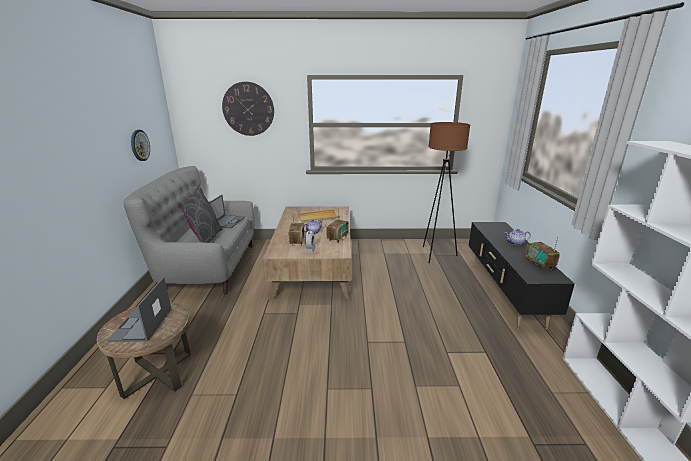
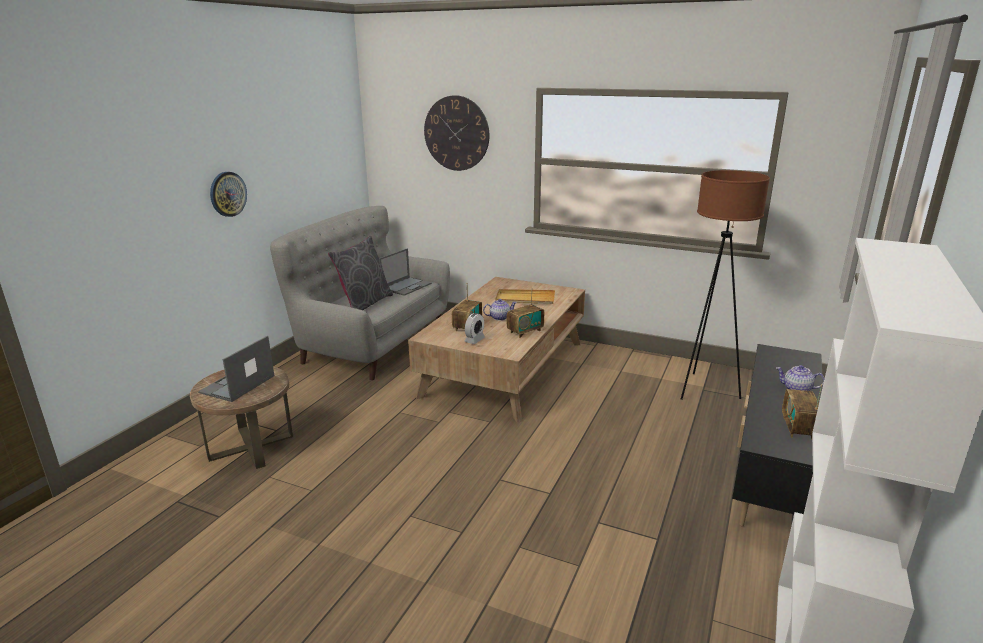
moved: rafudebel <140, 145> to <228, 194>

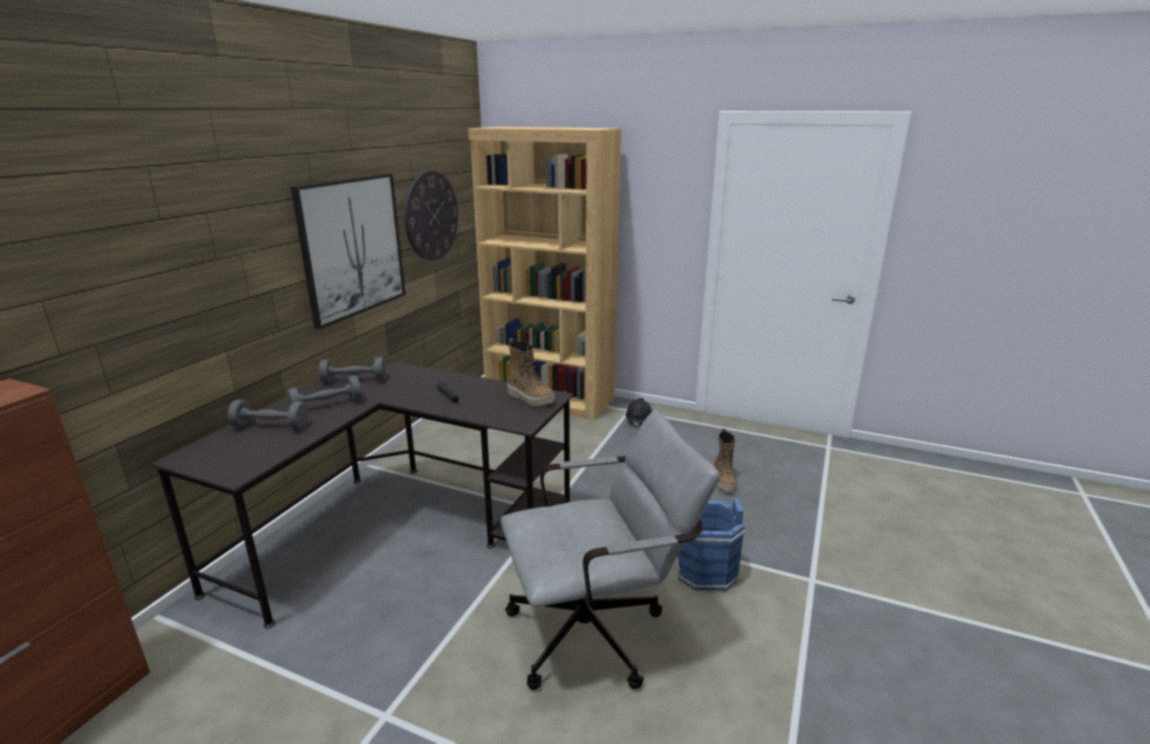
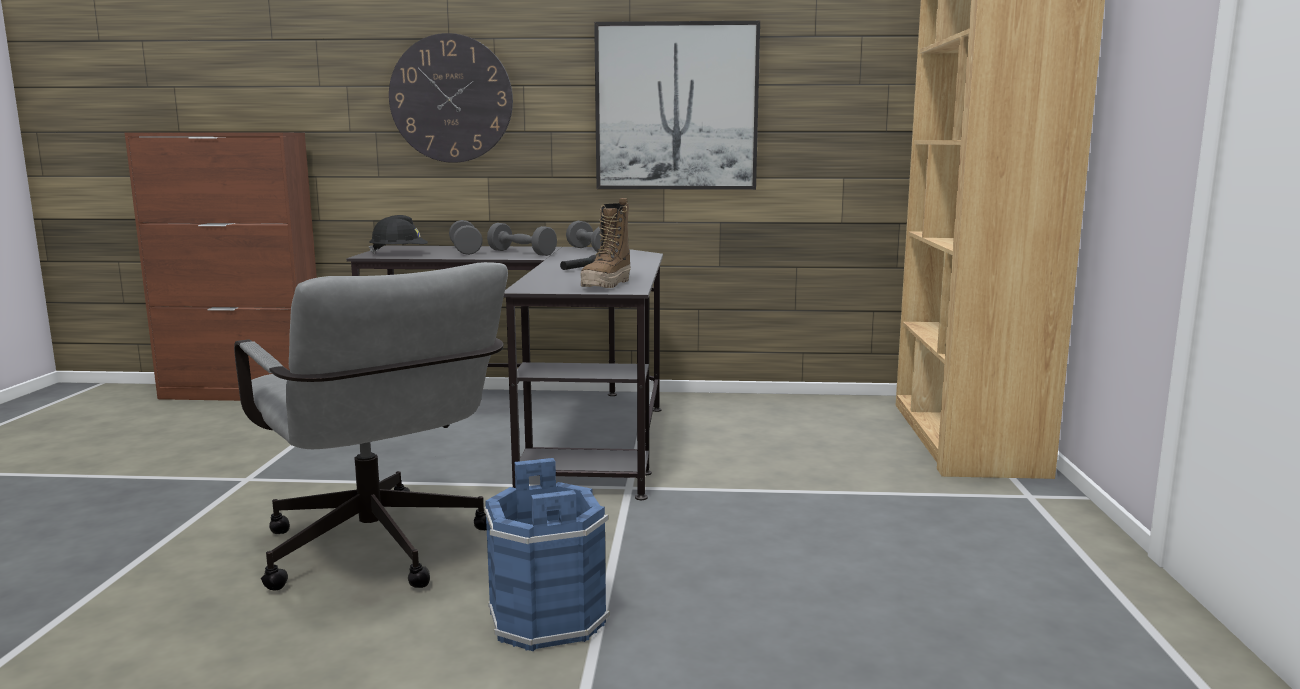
removed: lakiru <725, 460>
moved: rafudebel <431, 216> to <451, 98>; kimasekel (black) <638, 413> to <398, 234>

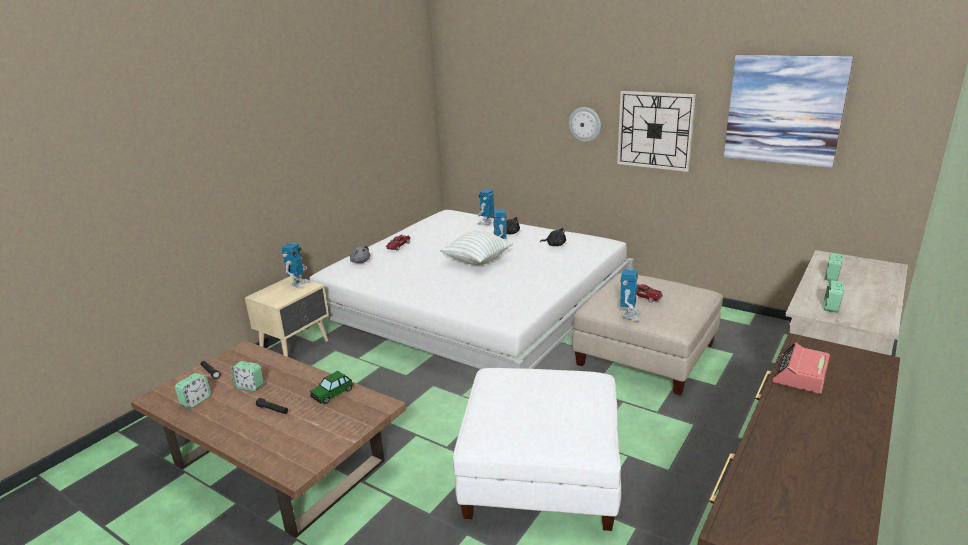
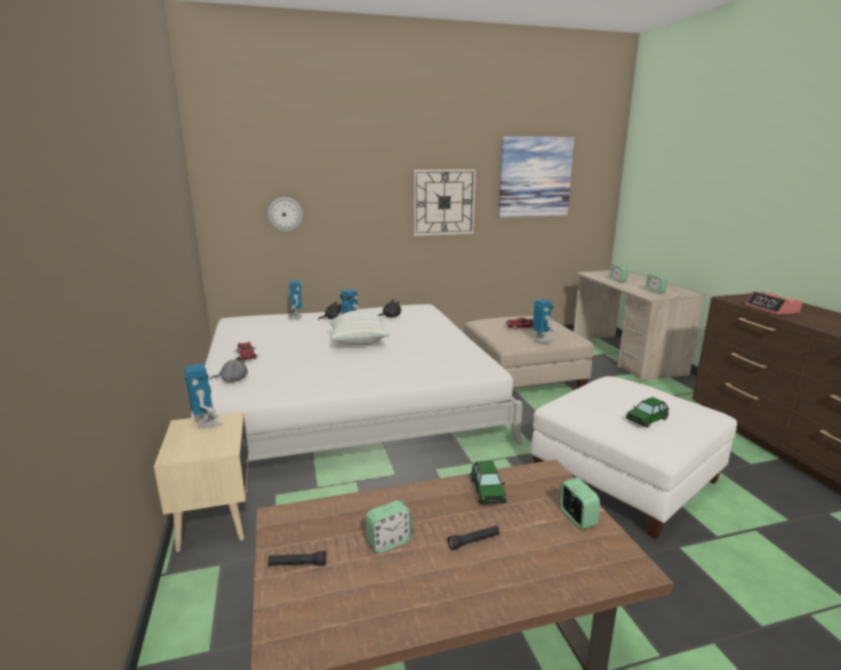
added: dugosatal <647, 412>
moved: rafudebel <585, 124> to <285, 214>; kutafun <193, 390> to <579, 504>

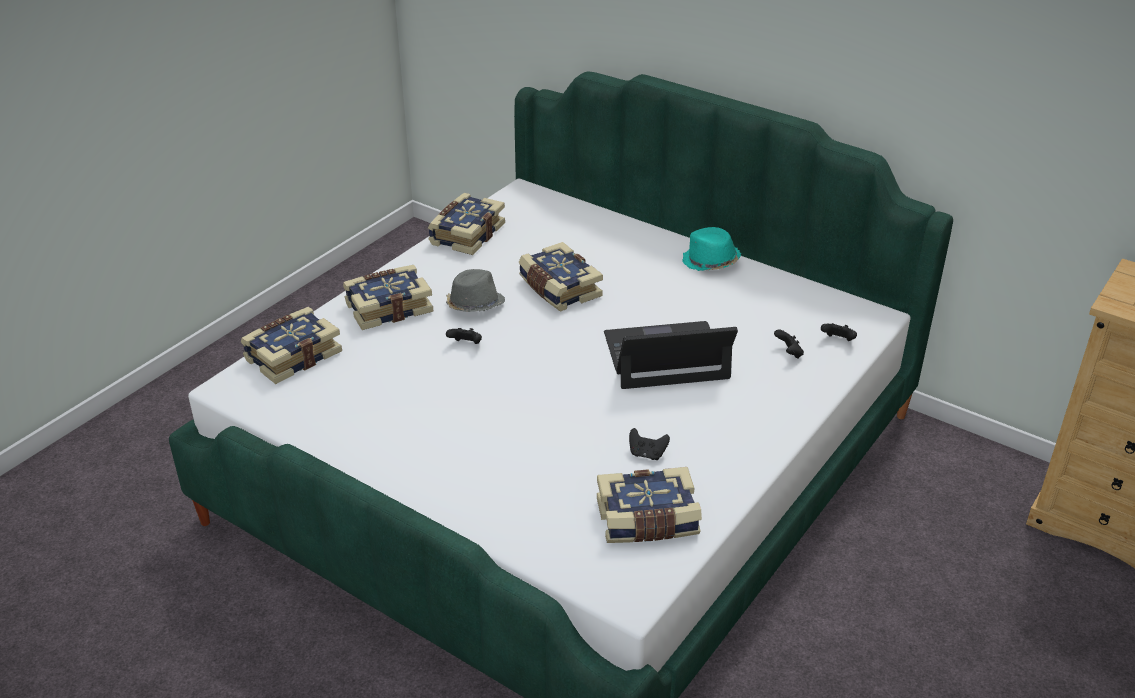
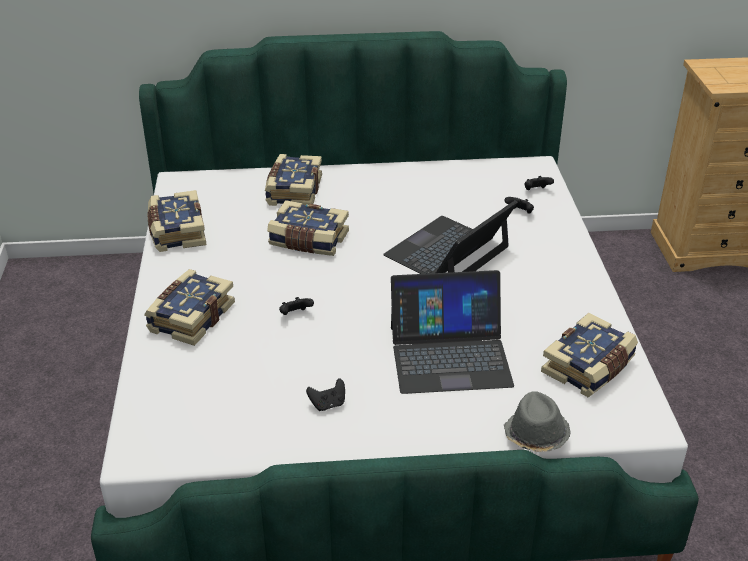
removed: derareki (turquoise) <711, 249>
added: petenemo <452, 332>
moved: derareki (grey) <475, 290> to <537, 421>; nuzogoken <291, 345> to <293, 180>; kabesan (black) <649, 444> to <325, 394>

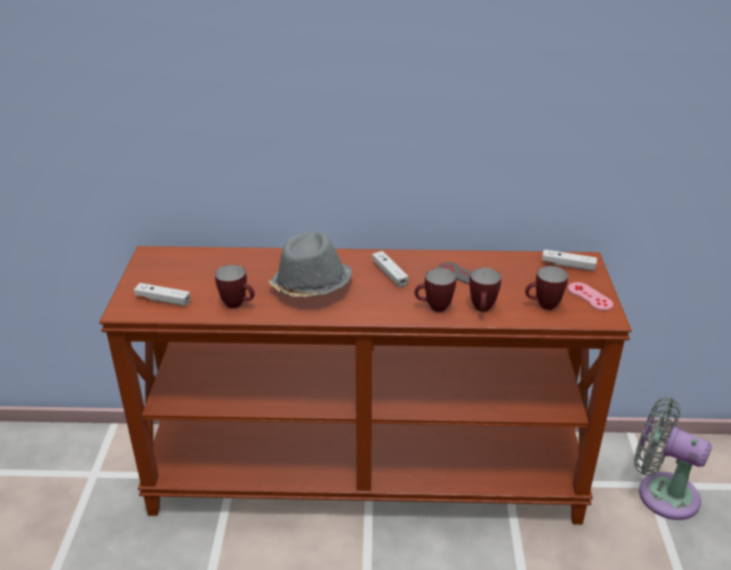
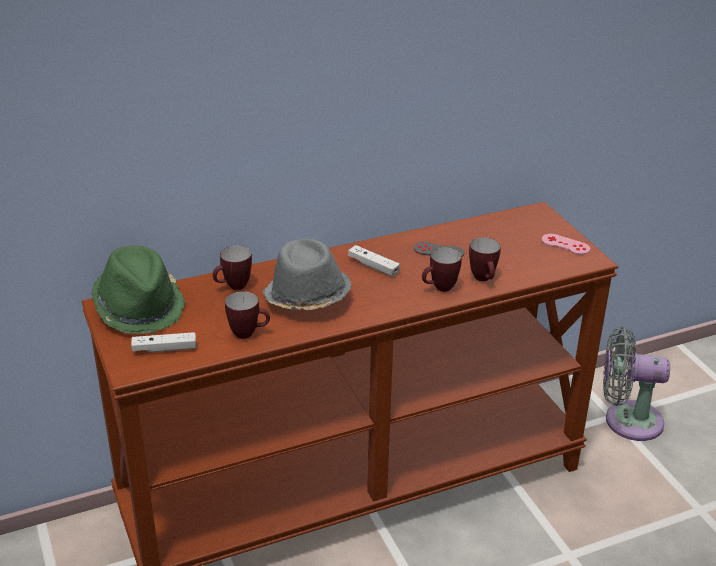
removed: kabesan (white) <569, 260>
added: derareki (green) <139, 289>
moved: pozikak <546, 288> to <232, 267>

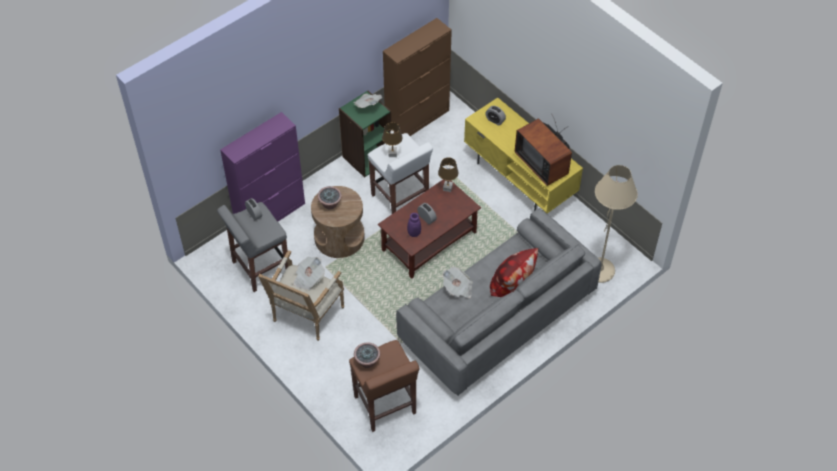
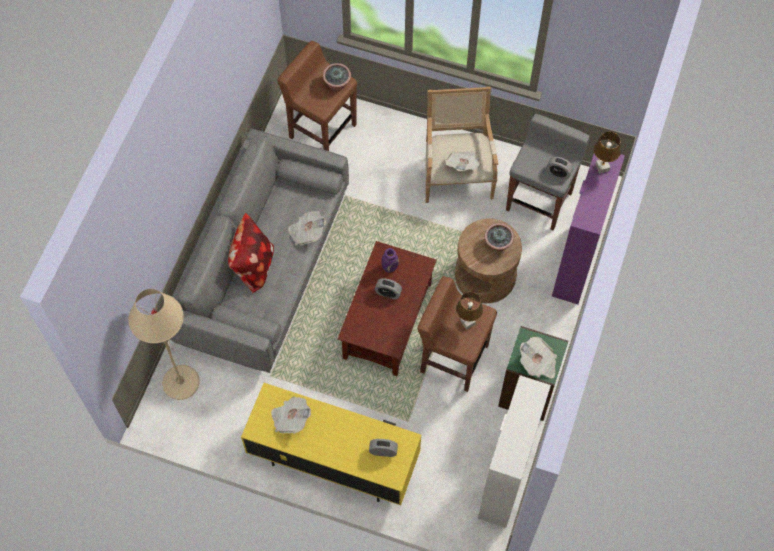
moved: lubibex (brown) <448, 174> to <607, 152>
replaced: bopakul <543, 149> to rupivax <291, 415>
recoloured: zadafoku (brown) <417, 77> to zadafoku (white) <514, 451>; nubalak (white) <400, 173> to nubalak (brown) <457, 334>

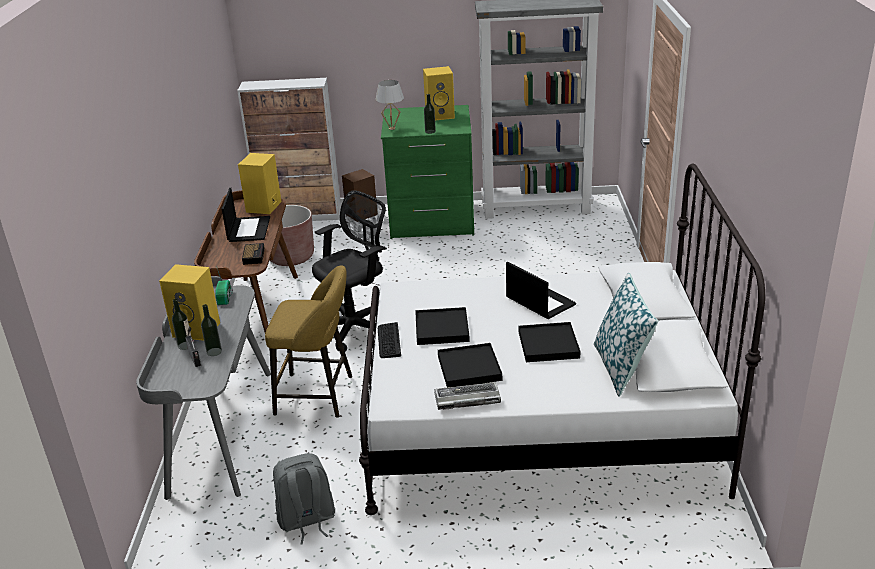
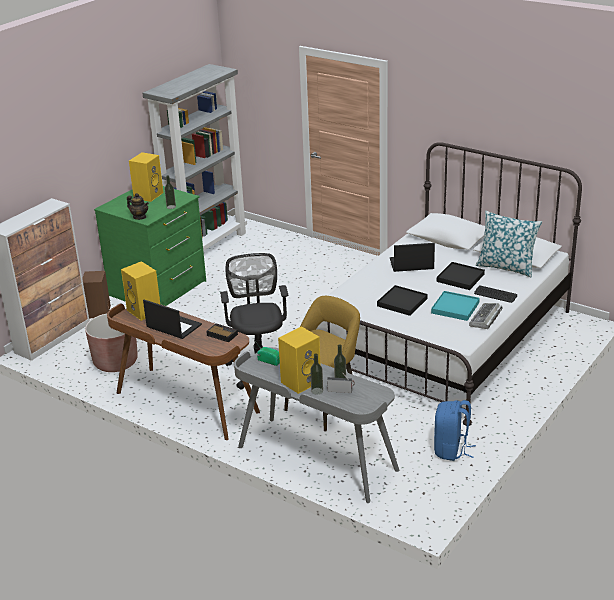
moved: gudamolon <389, 340> to <495, 294>
replaced: lubibex (white) <390, 105> to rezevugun <138, 206>
recoloured: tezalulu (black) <470, 365> to tezalulu (turquoise) <455, 306>; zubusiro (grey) <304, 499> to zubusiro (blue) <455, 430>

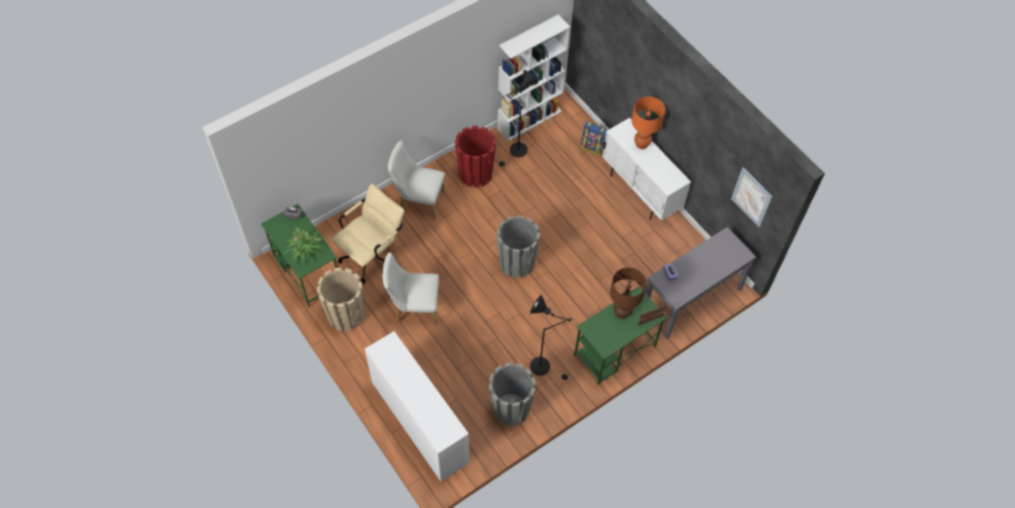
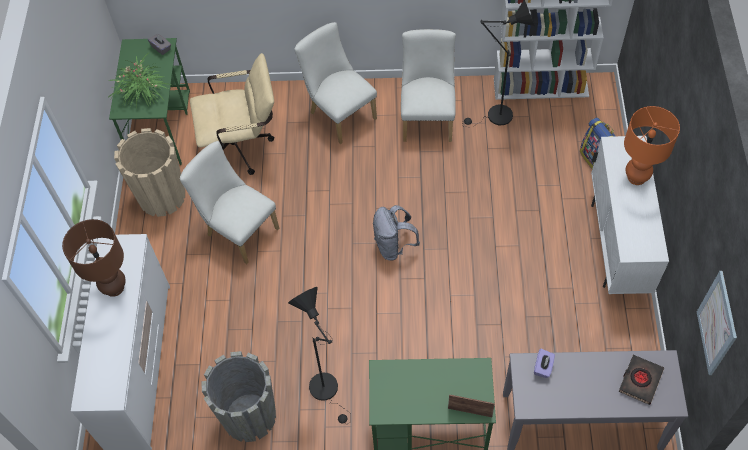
added: nuzogoken (black) <641, 380>
moved: lubibex (brown) <628, 293> to <94, 258>
replaced: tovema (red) <475, 157> to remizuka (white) <428, 85>; tovema (grey) <518, 246> to zubusiro (grey) <396, 232>

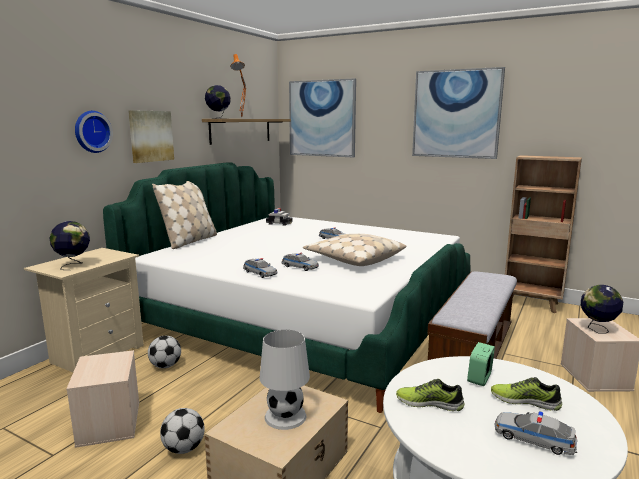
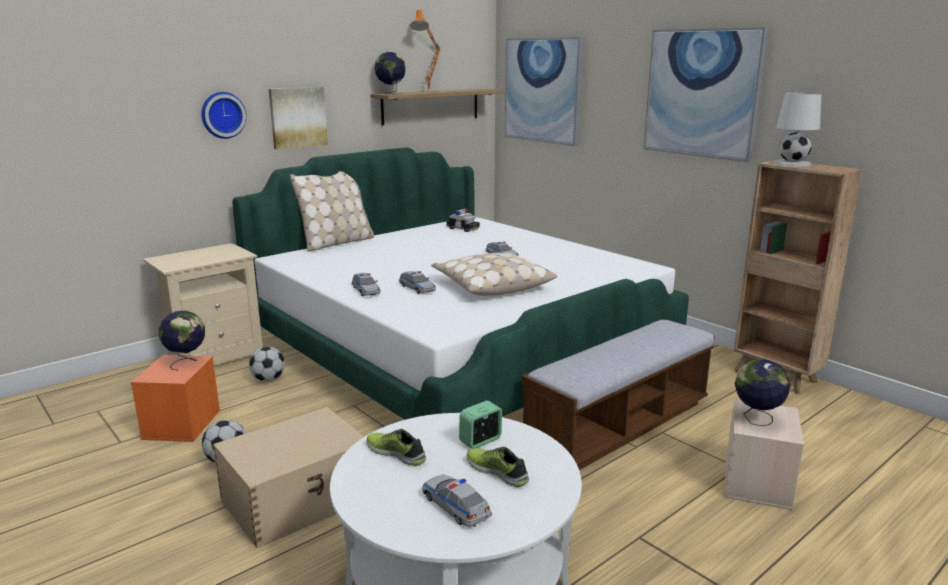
moved: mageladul <70, 245> to <182, 340>; lubibex (white) <285, 380> to <798, 129>
recoloured: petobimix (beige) <102, 399> to petobimix (orange) <175, 398>

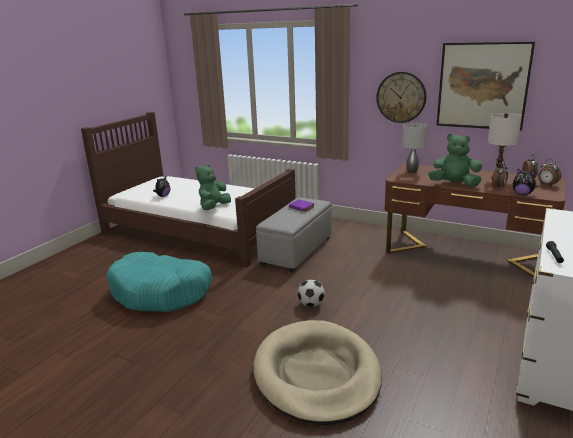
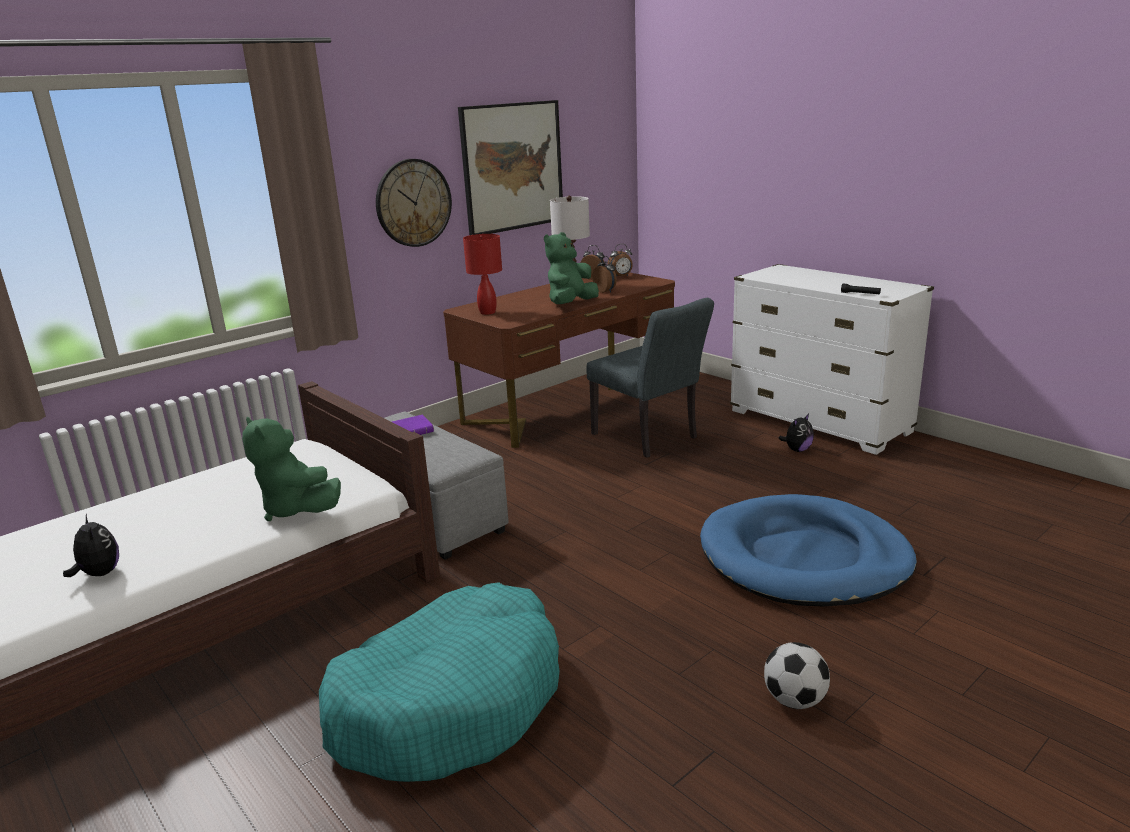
added: remizuka (grey) <650, 377>
moved: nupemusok <525, 182> to <796, 433>; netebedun <311, 293> to <797, 675>
recoloured: lubibex (grey) <414, 148> to lubibex (red) <482, 274>; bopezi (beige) <318, 372> to bopezi (blue) <808, 550>

